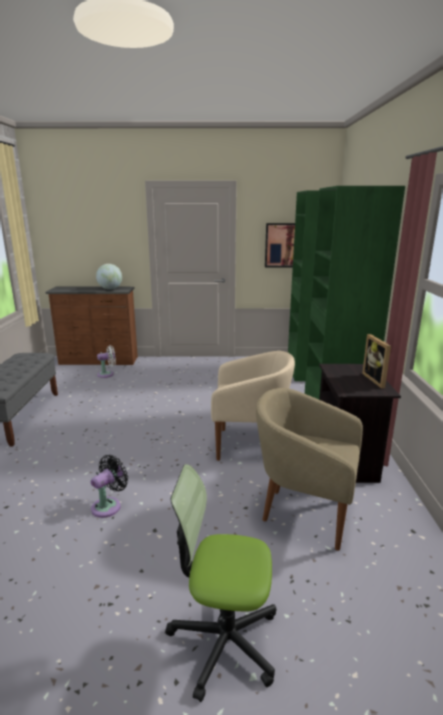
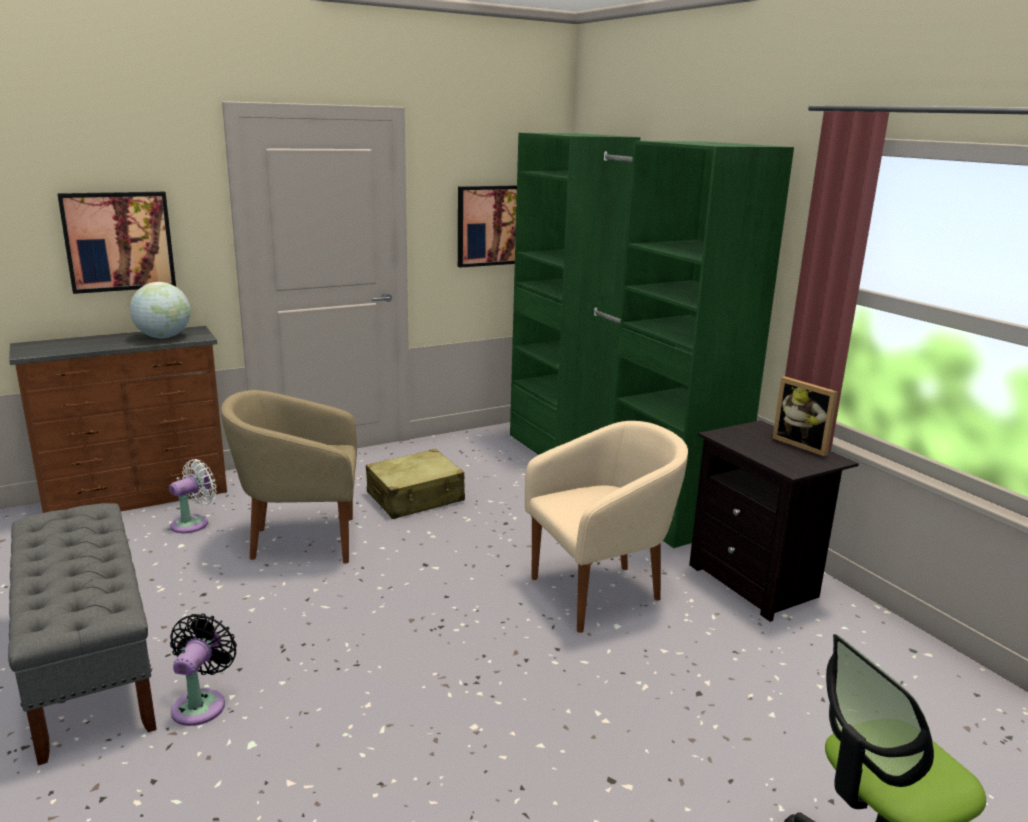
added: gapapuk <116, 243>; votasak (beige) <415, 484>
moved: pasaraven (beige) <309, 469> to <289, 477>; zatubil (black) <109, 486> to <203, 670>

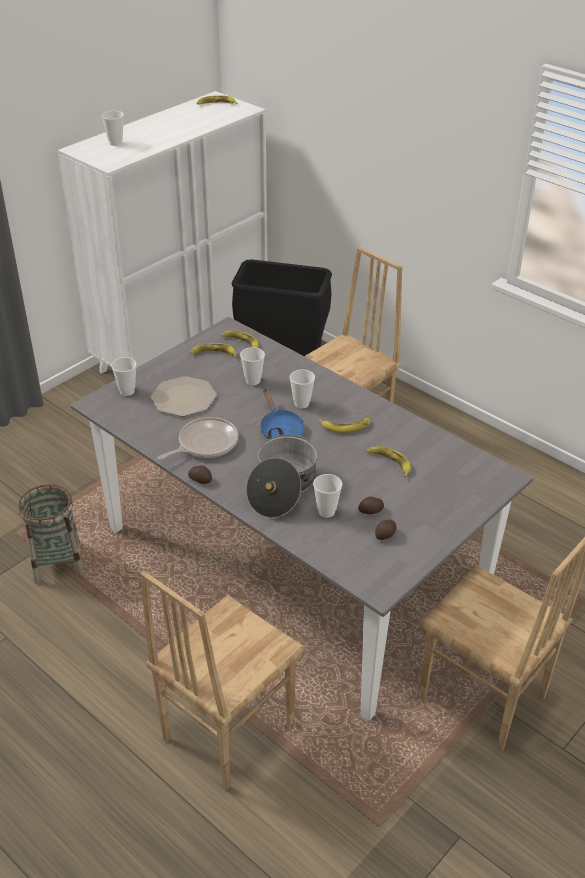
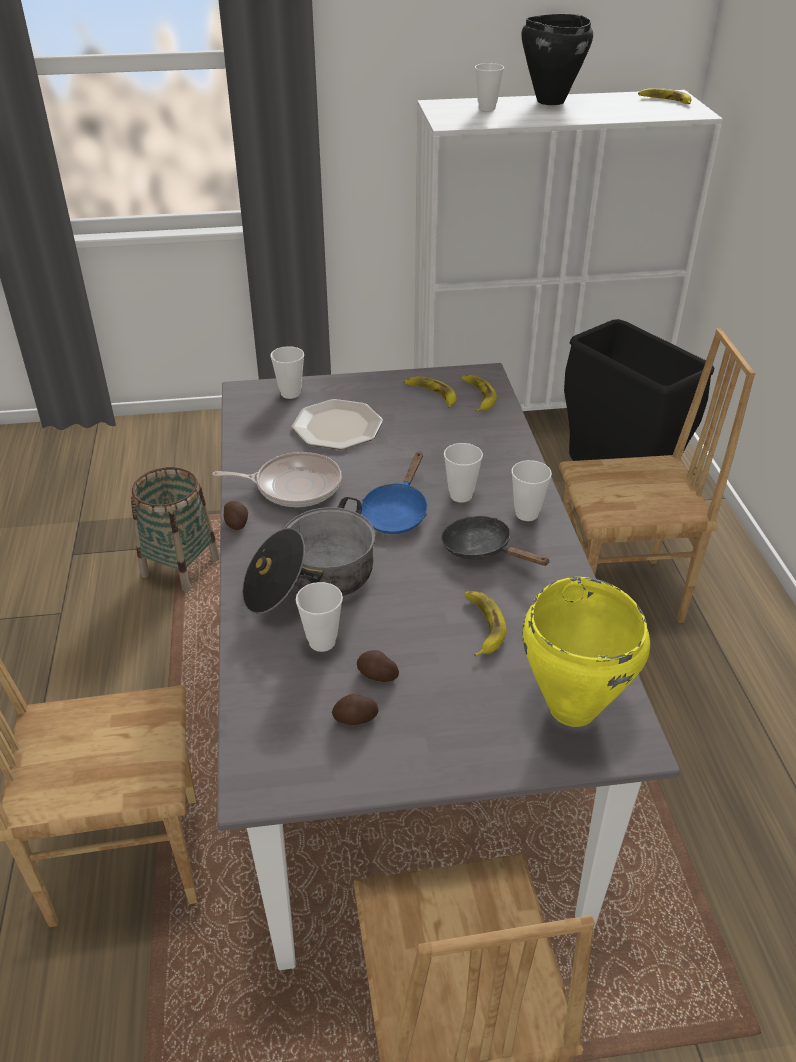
added: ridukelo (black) <557, 59>; ridukelo (yellow) <586, 652>
moved: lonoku <252, 366> to <531, 490>
replaced: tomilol <344, 425> to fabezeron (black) <495, 541>

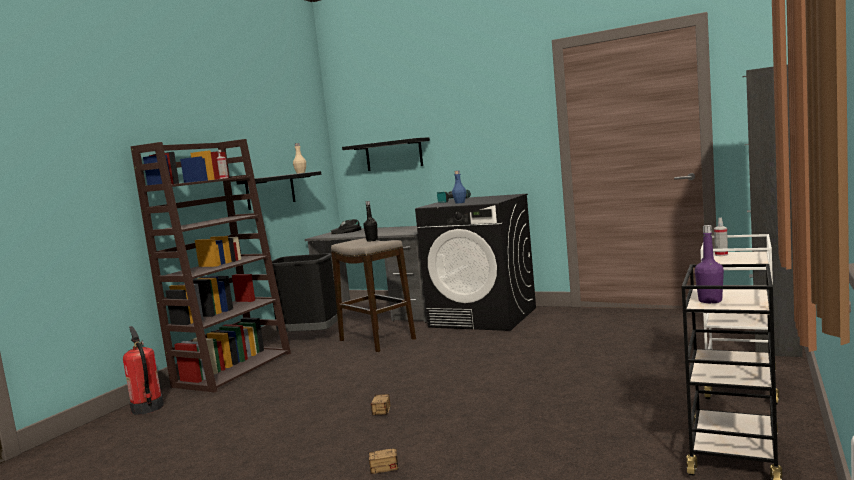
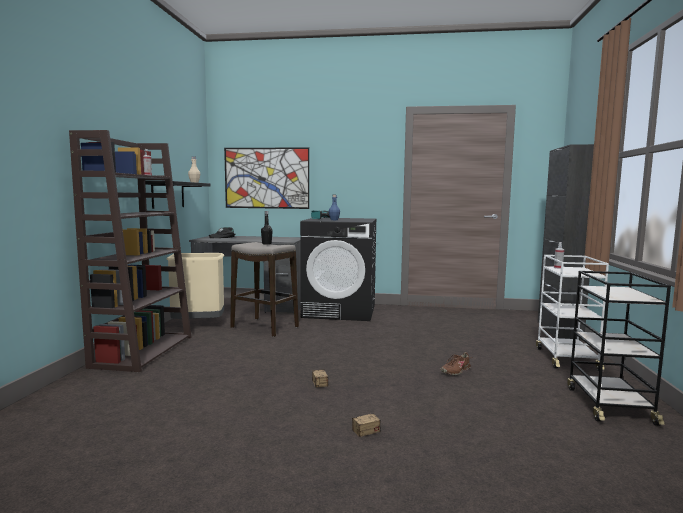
removed: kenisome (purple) <709, 264>; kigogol <143, 370>
added: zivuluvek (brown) <456, 363>
replaced: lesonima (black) <386, 154> to gapapuk <266, 178>
recoloured: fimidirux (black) <305, 292> to fimidirux (beige) <195, 286>

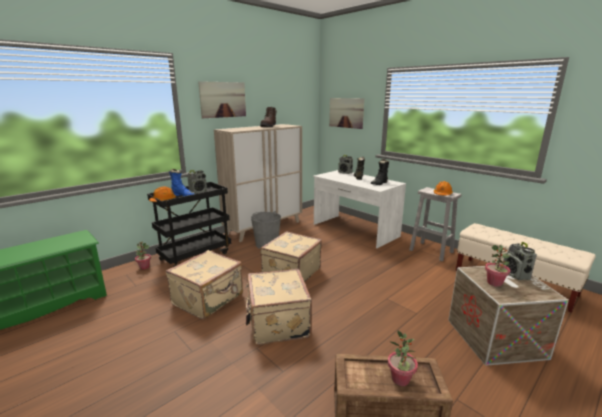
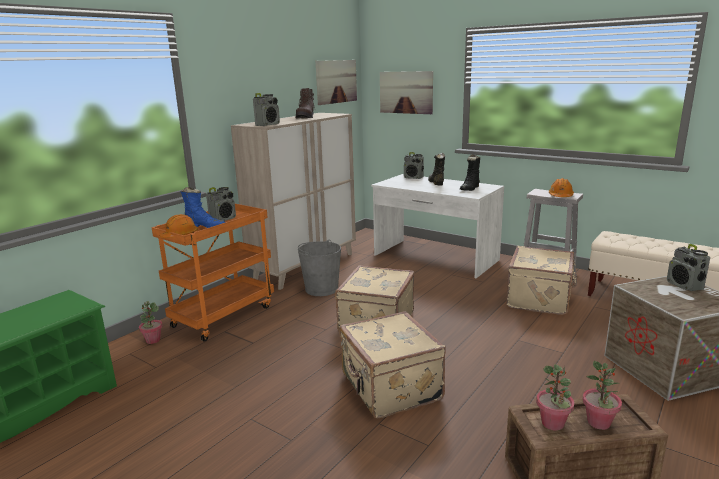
added: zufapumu <266, 109>
moved: gapapuk <222, 99> to <336, 82>; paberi <498, 266> to <555, 397>; votasak (beige) <204, 285> to <541, 280>
recoloured: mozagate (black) <189, 224> to mozagate (orange) <213, 273>

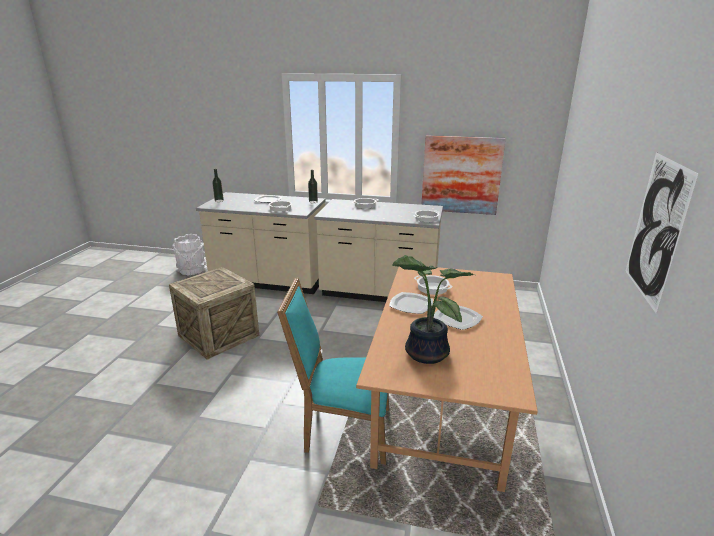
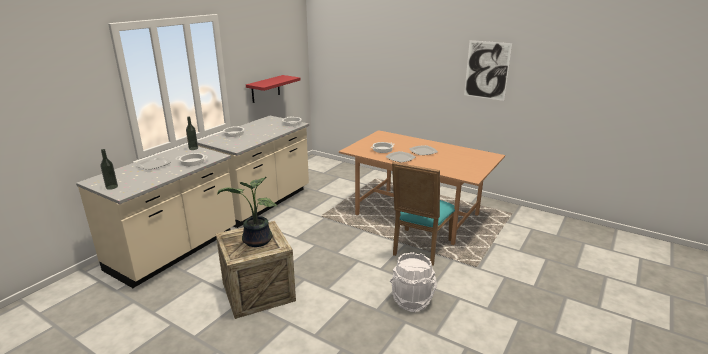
moved: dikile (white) <189, 254> to <413, 282>; paberi <433, 309> to <247, 212>
replaced: gapapuk <463, 175> to lesonima (red) <273, 89>

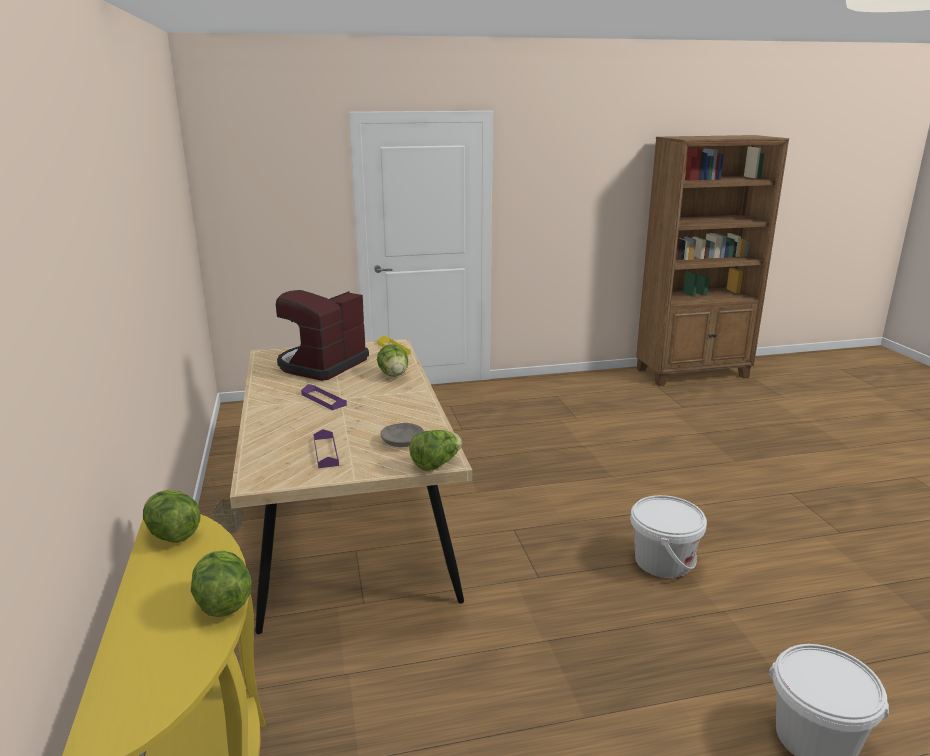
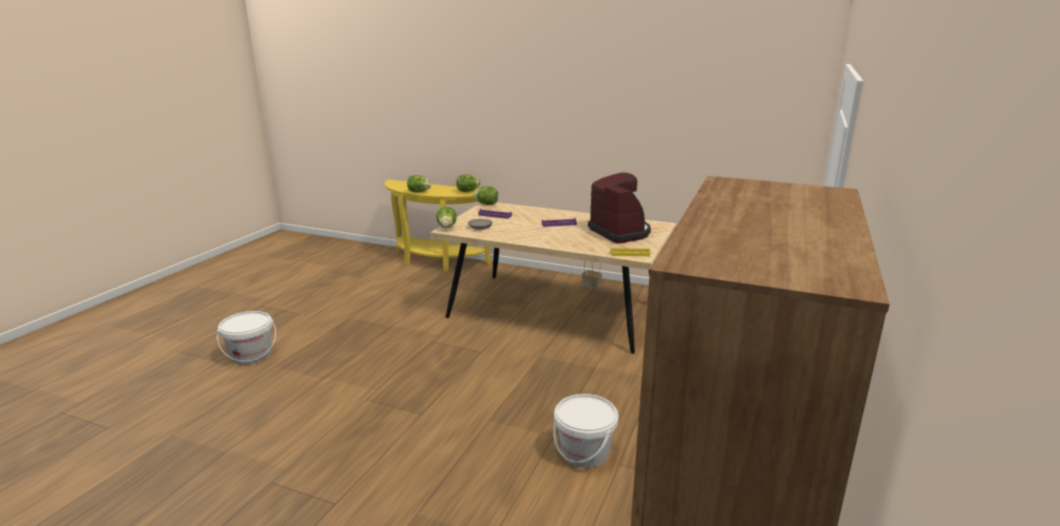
moved: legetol <392, 360> to <485, 195>; dikile (white) <668, 536> to <586, 431>

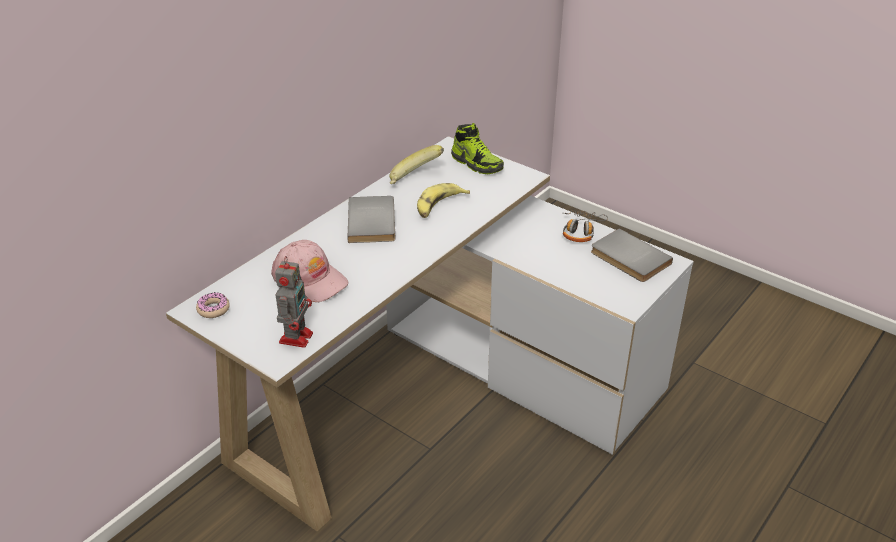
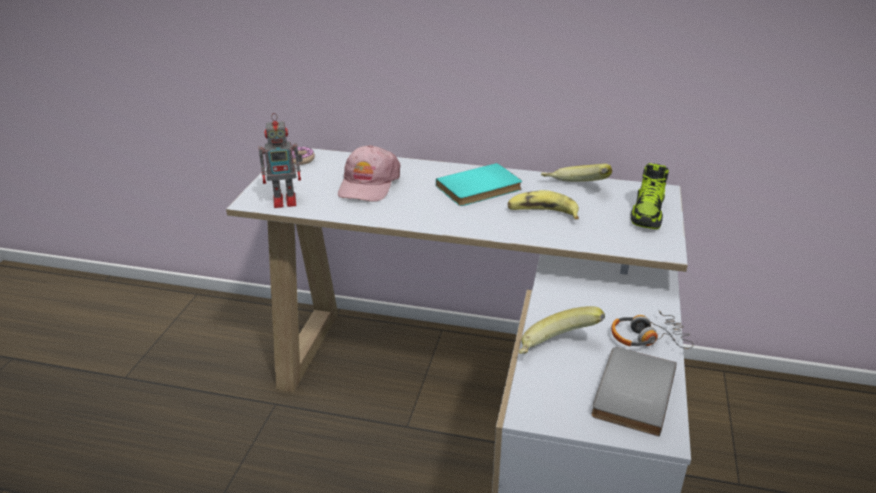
added: tomilol <562, 330>
recoloured: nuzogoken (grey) <371, 219> to nuzogoken (turquoise) <479, 184>

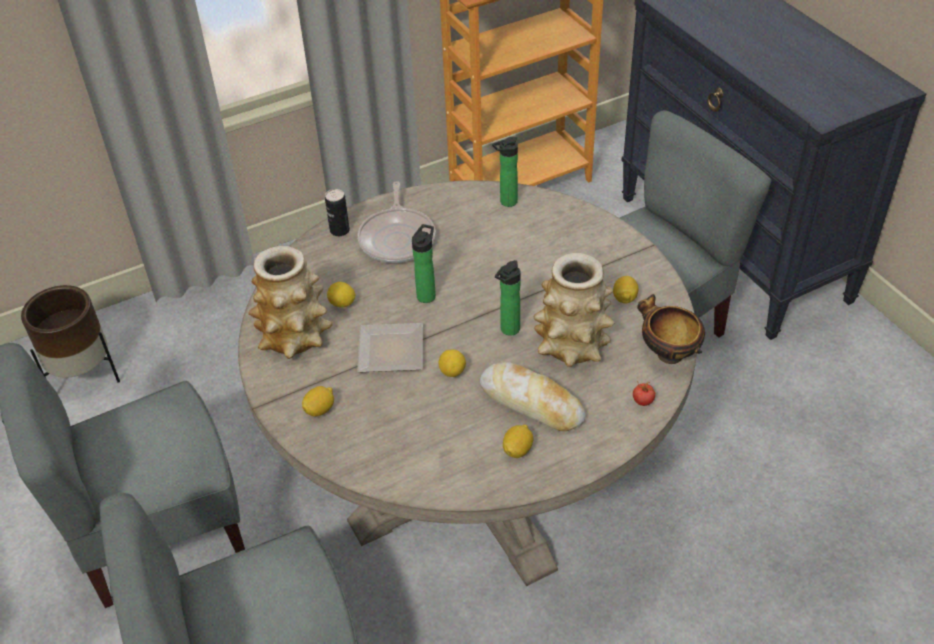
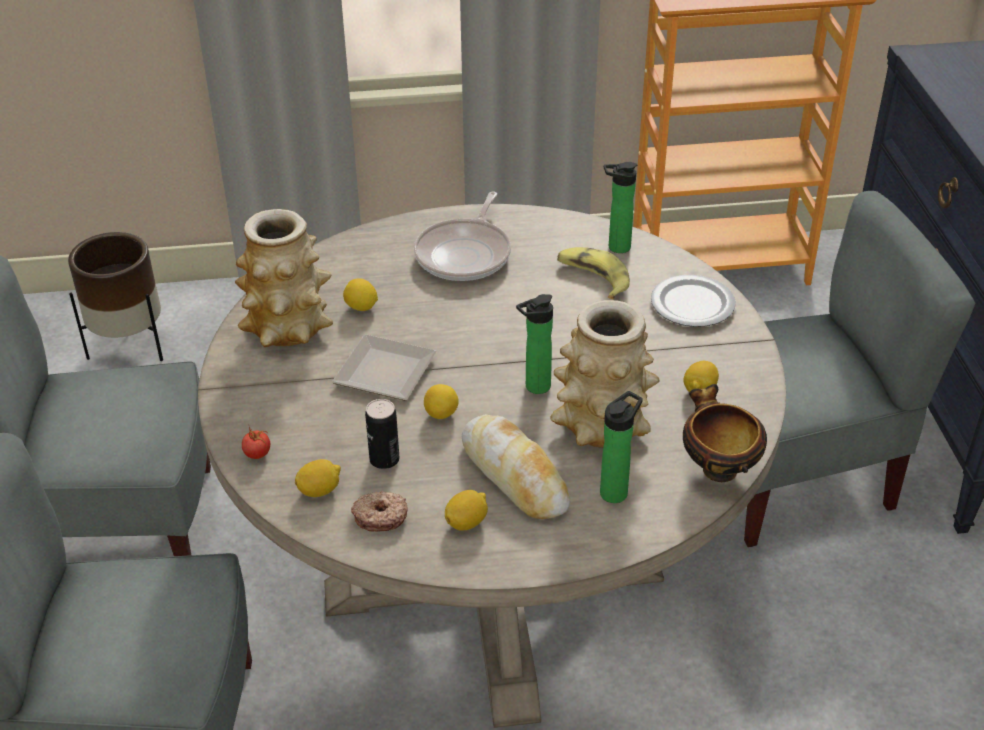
added: tomilol <593, 273>; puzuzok <693, 301>; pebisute <379, 511>
moved: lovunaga <337, 212> to <382, 434>; kenisome <424, 263> to <621, 447>; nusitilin <644, 393> to <256, 443>; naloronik <318, 401> to <318, 478>

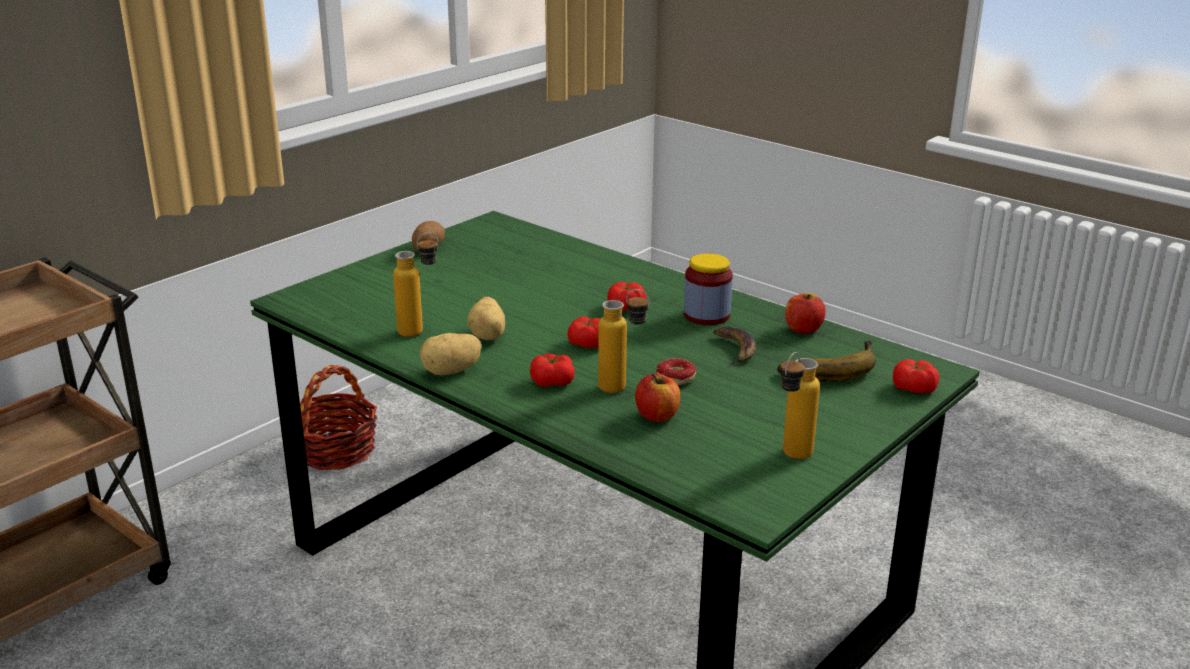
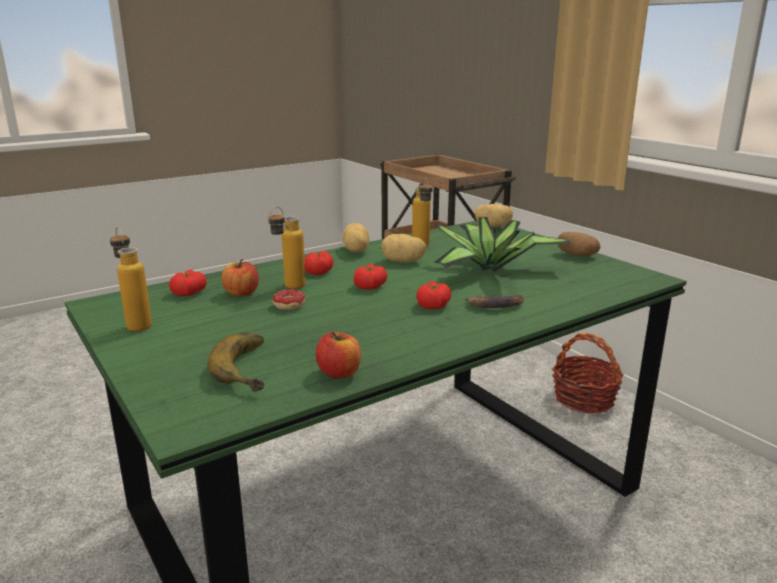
removed: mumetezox <708, 289>
added: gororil <494, 215>; paberi <502, 244>
moved: tomilol <734, 346> to <494, 301>; nusitilin <916, 376> to <188, 282>

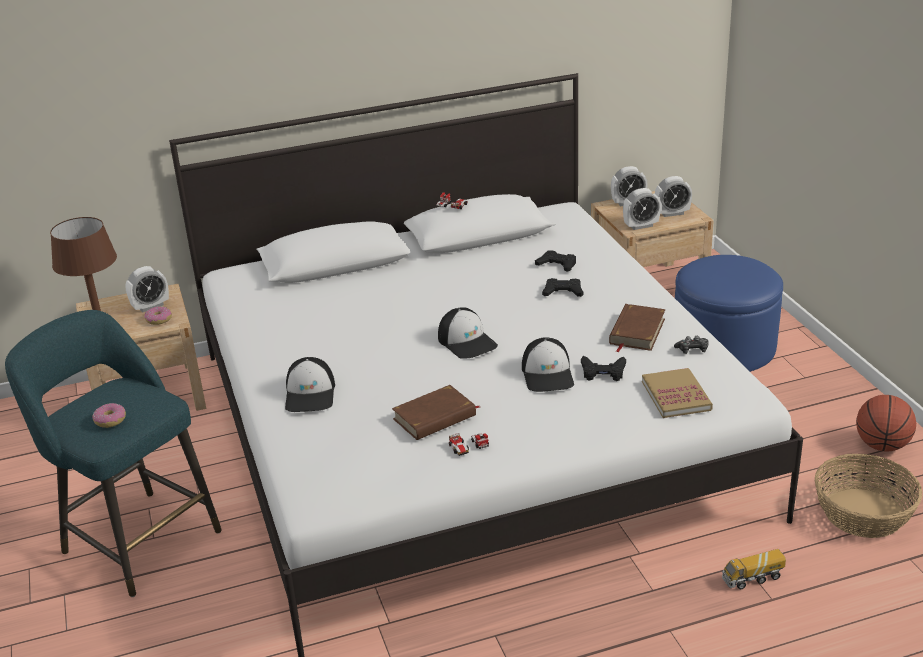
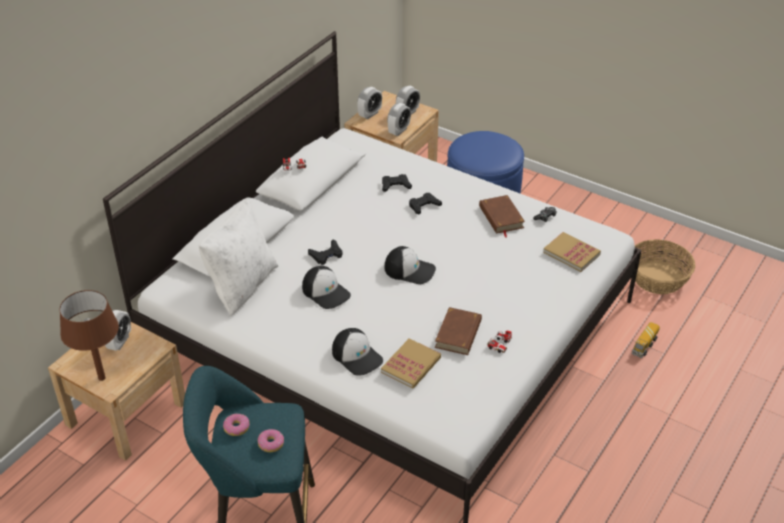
removed: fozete <886, 423>
added: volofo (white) <238, 257>; nuzogoken <411, 363>
moved: pebisute <158, 315> to <236, 425>; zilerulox <548, 364> to <326, 287>; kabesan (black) <603, 368> to <325, 252>

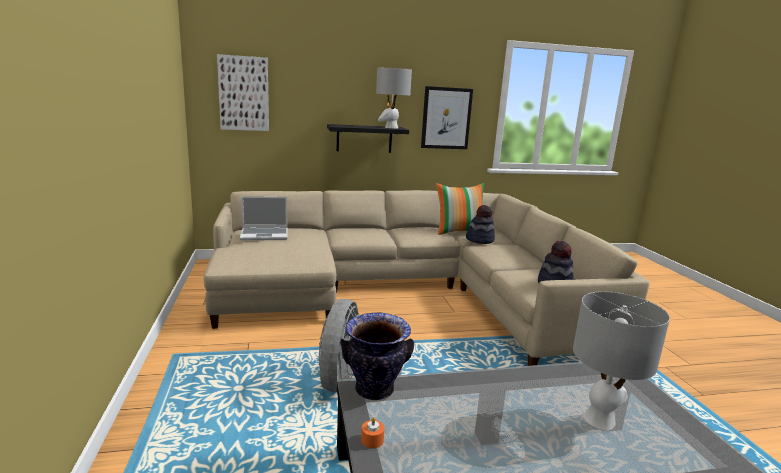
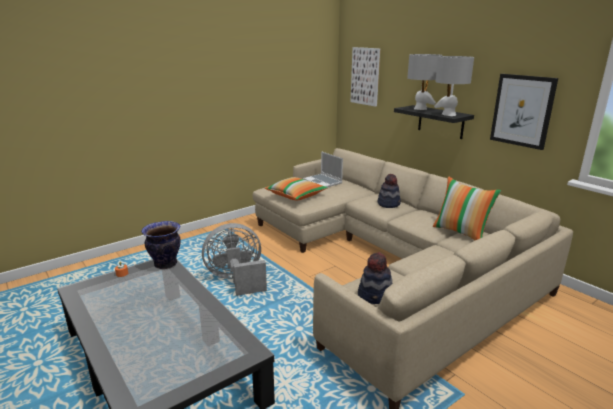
added: volofo <296, 188>
moved: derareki <480, 224> to <389, 191>; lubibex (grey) <621, 361> to <425, 82>

